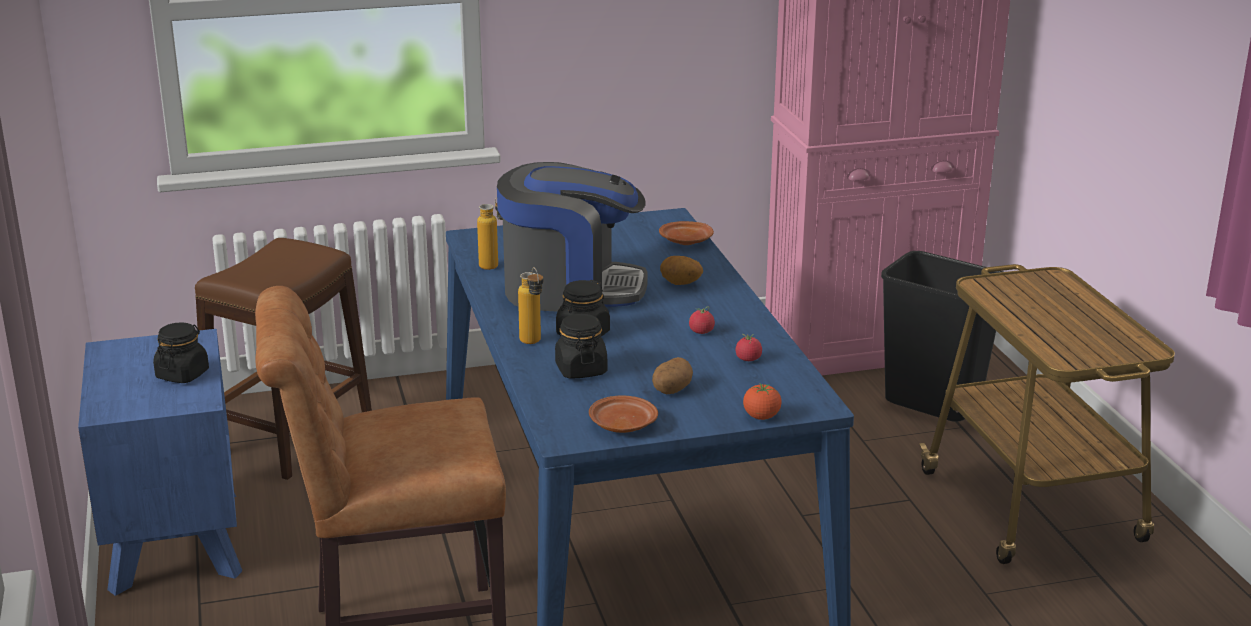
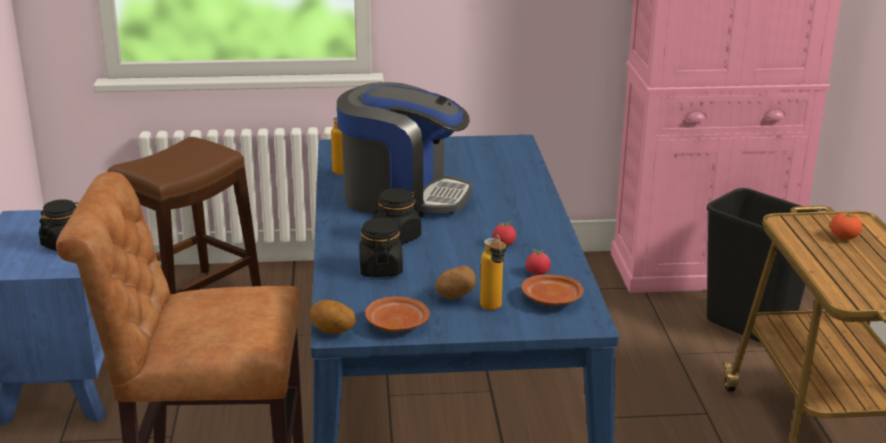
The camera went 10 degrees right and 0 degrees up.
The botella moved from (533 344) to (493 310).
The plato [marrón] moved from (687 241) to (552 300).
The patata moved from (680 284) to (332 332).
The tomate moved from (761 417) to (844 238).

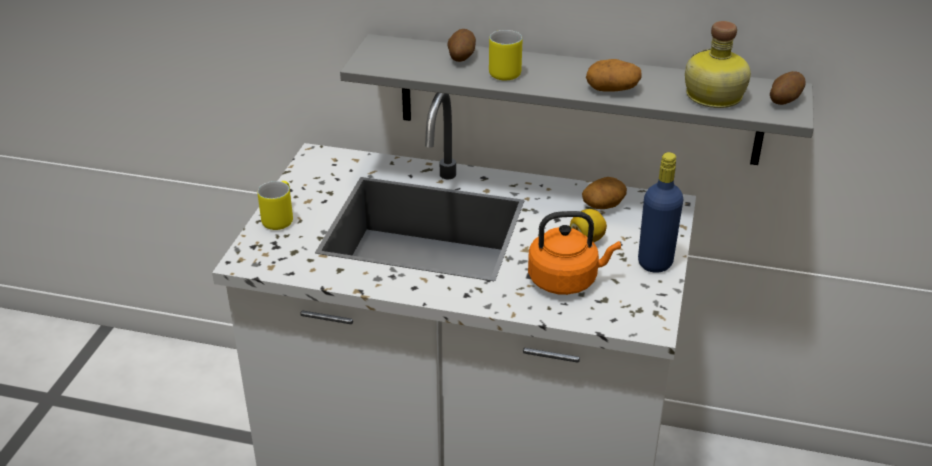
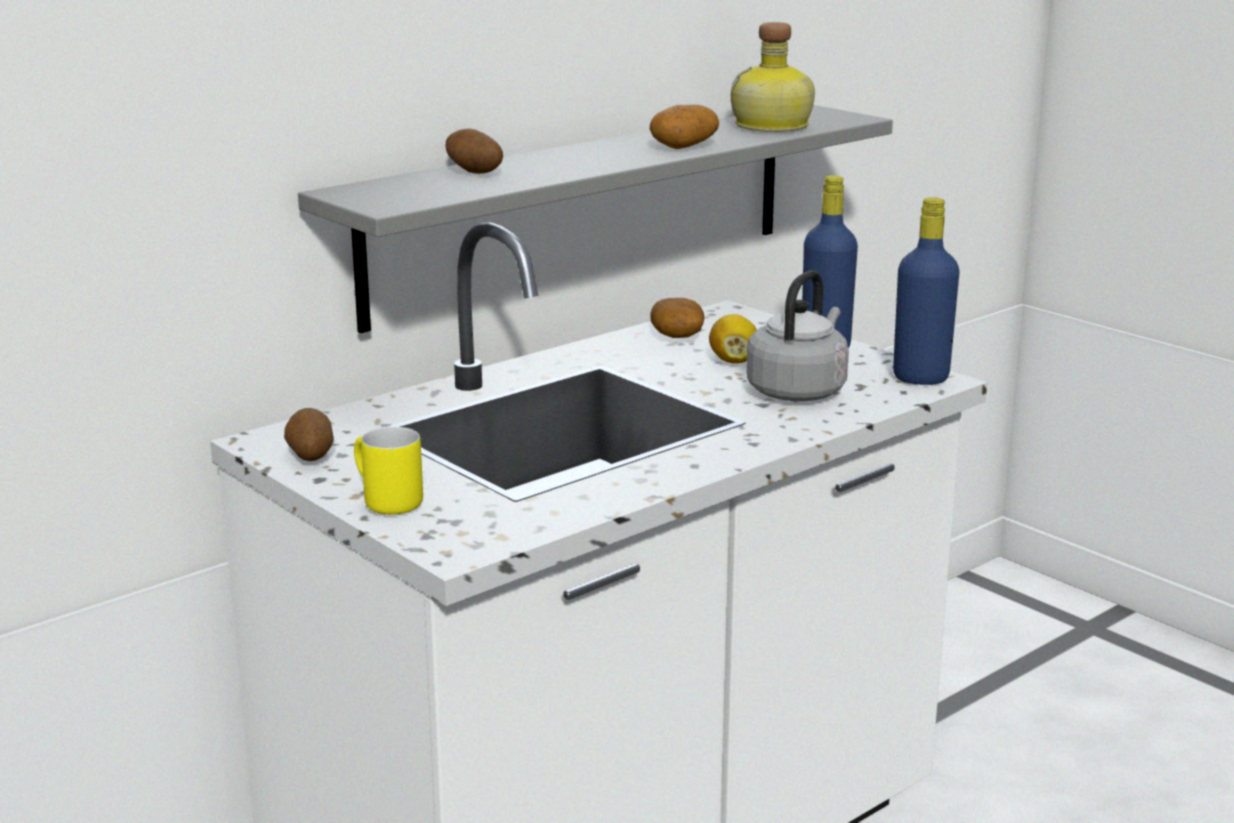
The camera went 55 degrees left and 15 degrees down.
The taza grande [amarillo] at (499 71) disappeared.
The hervidor [naranja] at (566 280) became the hervidor [gris] at (798 391).
The patata moved from (784 101) to (310 456).
The botella [azul] at (920 378) appeared.

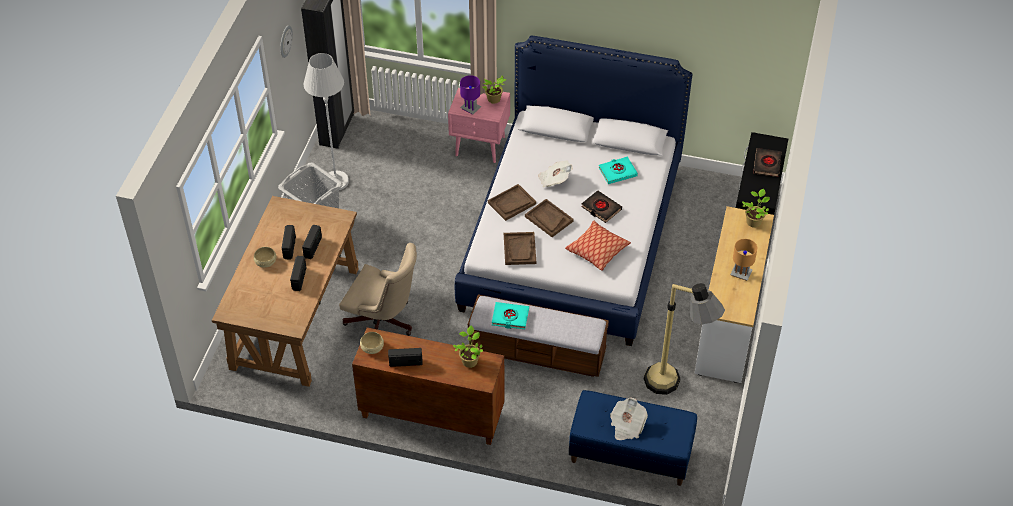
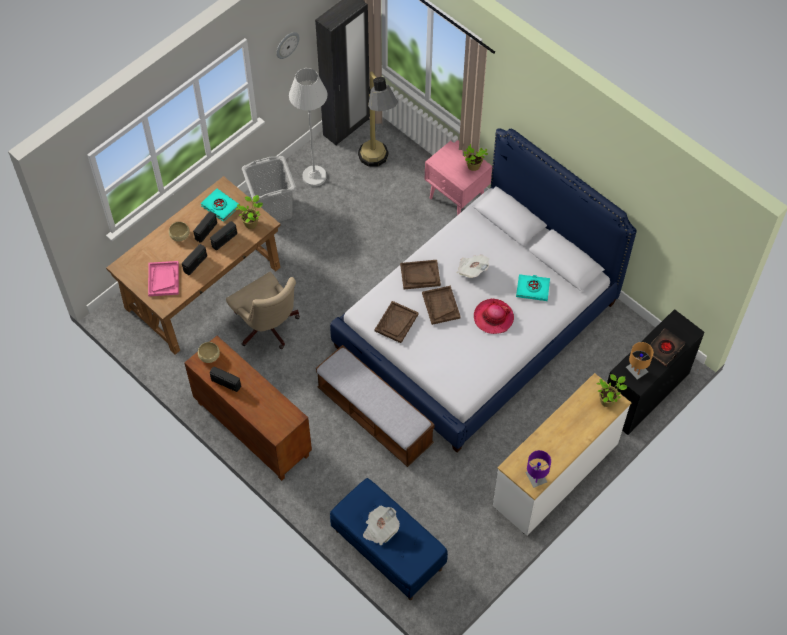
The camera went 30 degrees right and 10 degrees up.
The planta en maceta moved from (469 360) to (251 222).
The lámpara de mesa [morado] moved from (470 108) to (536 478).
The libro [turquesa] moved from (510 317) to (220 206).
The cojín at (597 250) disappeared.
The libro [negro] at (601 208) was replaced by the sombrero at (493 317).
The lámpara de pie moved from (675 389) to (377 165).
The lámpara de mesa [marrón] moved from (741 273) to (636 370).
The bandeja [rosa] at (163 279) appeared.

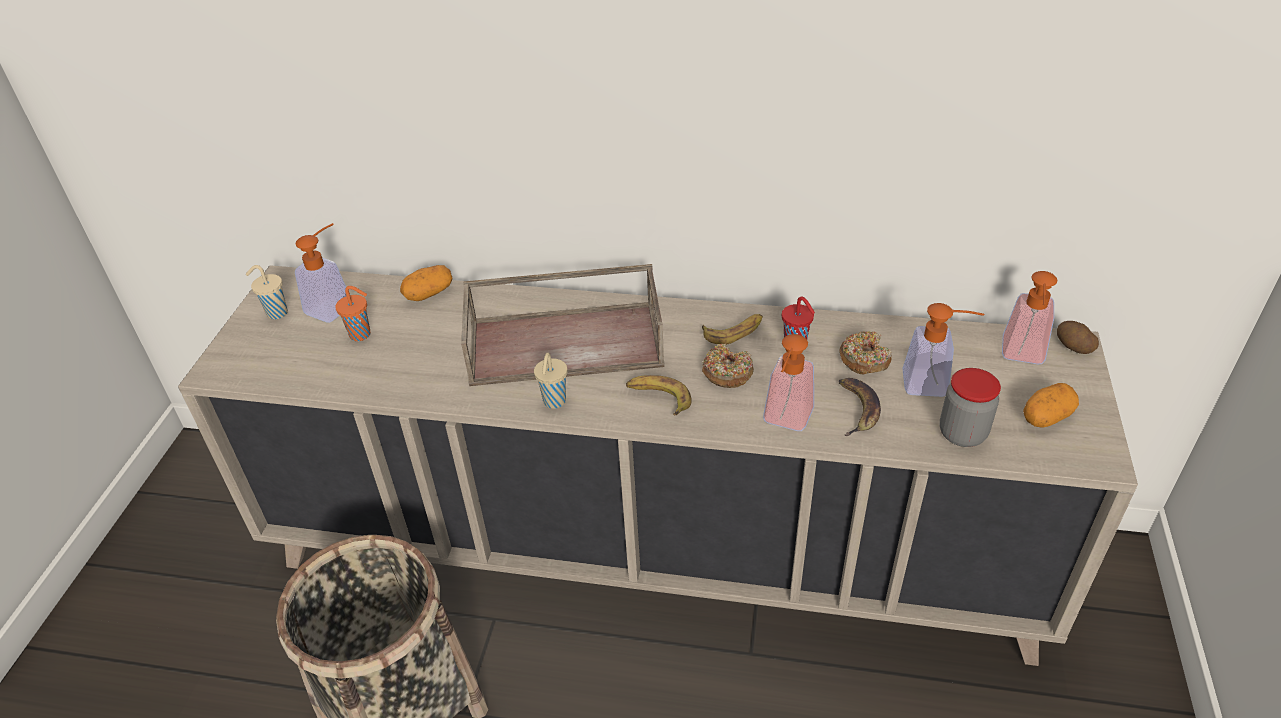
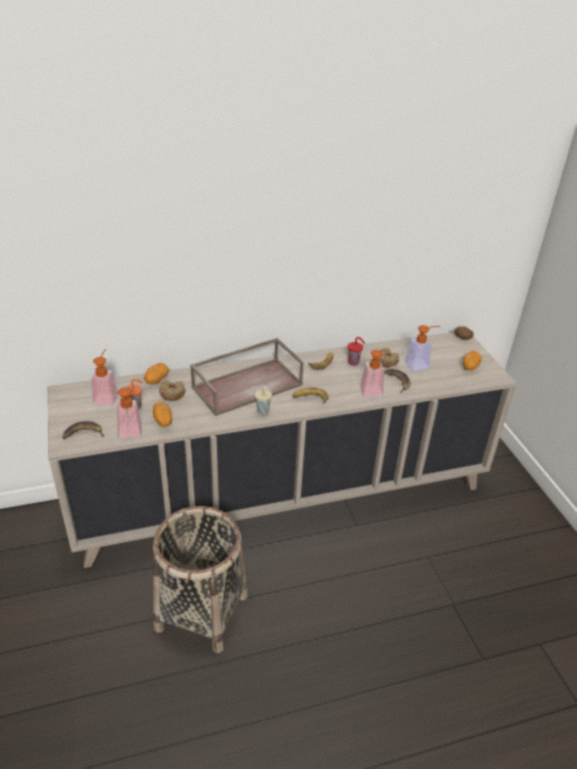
The camera went 30 degrees left and 5 degrees down.
The taza [beis] at (276 313) disappeared.
The rosquilla moved from (727 373) to (172 394).
The tarro at (962 433) disappeared.
The dispensador de jabón moved from (1022 356) to (130 435).
The plátano at (83 434) appeared.
The patata at (163 420) appeared.

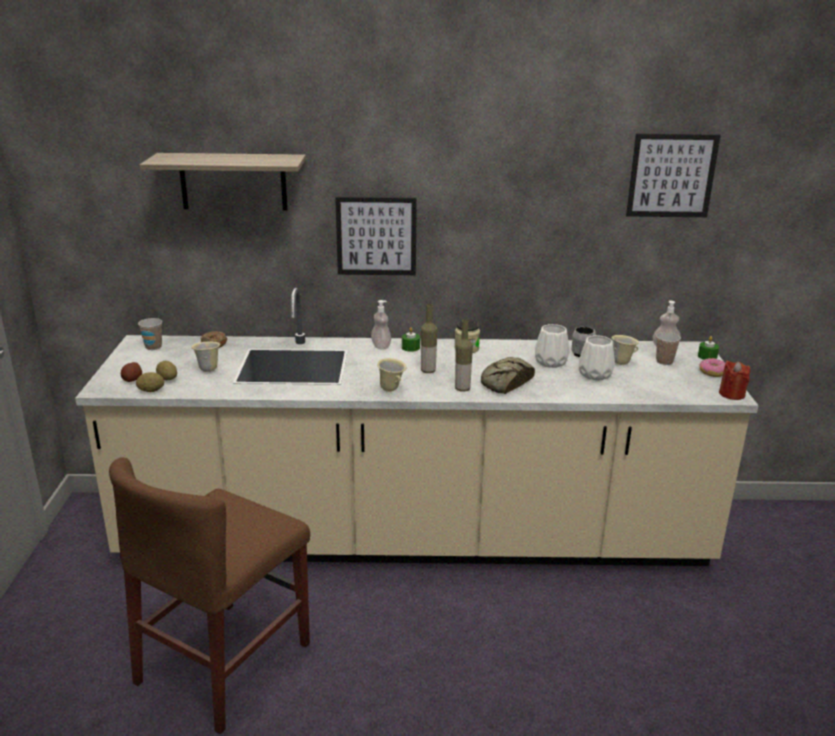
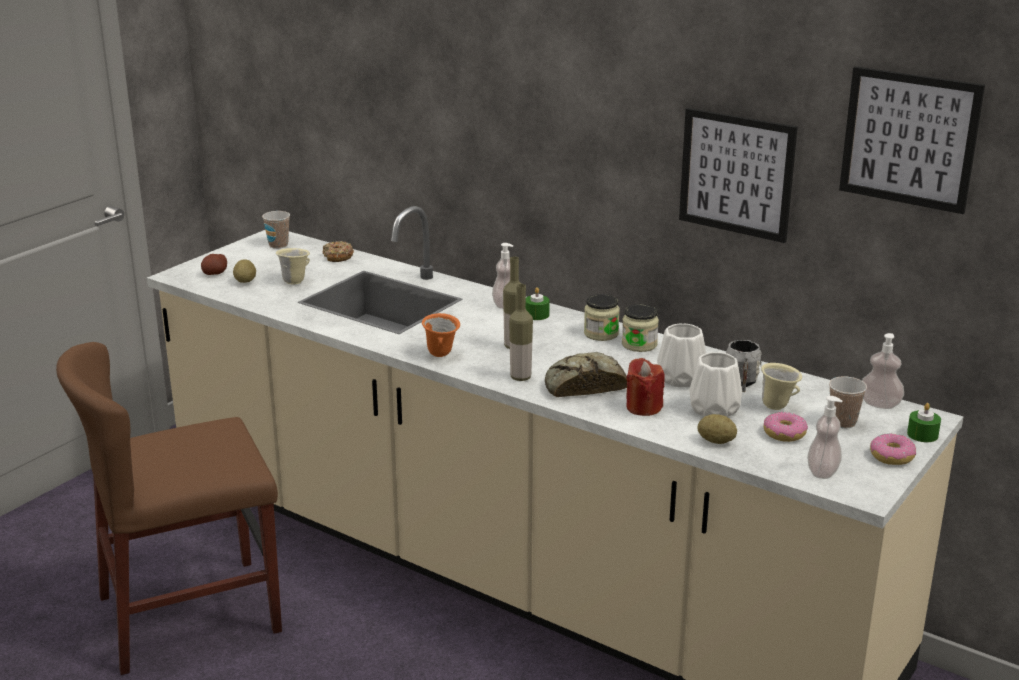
The camera went 35 degrees right and 0 degrees up.
The patata moved from (151 391) to (716 441).
The estante at (233 181) disappeared.
The cuadro moved from (376 236) to (736 174).
The taza grande [beis] at (391 389) became the taza grande [naranja] at (442 355).
The vela [rojo] moved from (731 394) to (643 407).
The tarro at (639 344) appeared.
The rosquilla at (784 434) appeared.
The dispensador de jabón at (822 472) appeared.

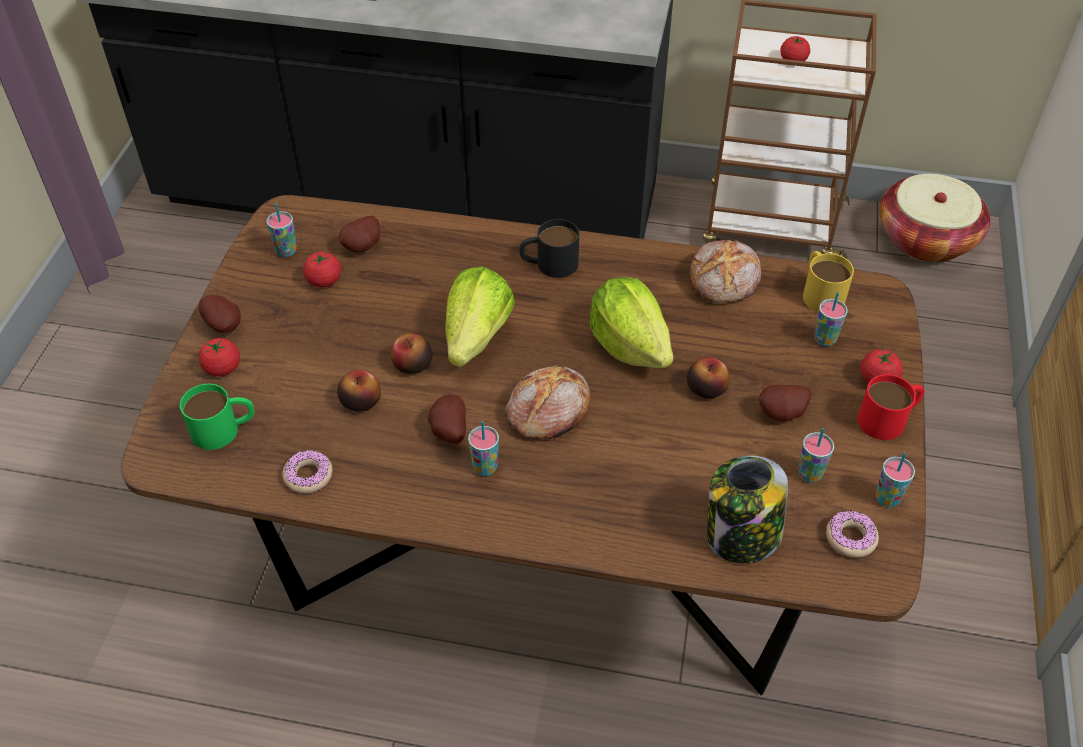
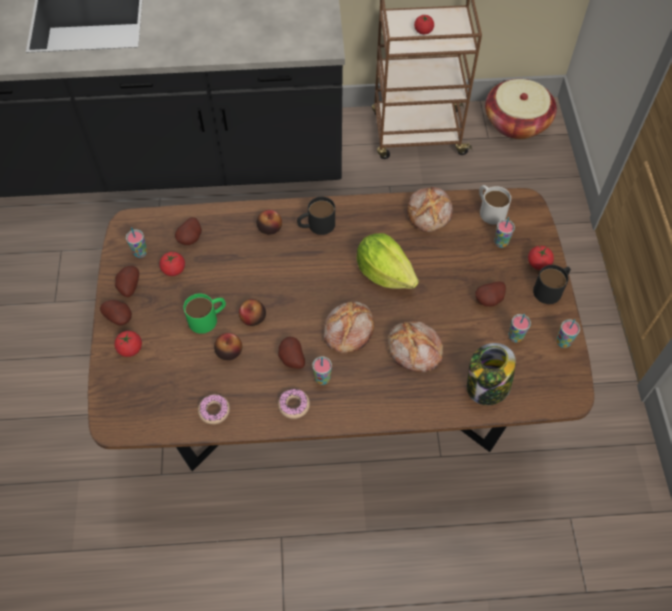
The camera went 15 degrees left and 10 degrees up.
The taza grande [verde] moved from (224 429) to (208 318).
The lechuga at (476 337) disappeared.
The manzana moved from (706 388) to (269 228).
The taza grande [amarillo] at (820 292) became the taza grande [blanco] at (489 209).
The rosquilla moved from (850 538) to (294 405).
The taza grande [rojo] at (889 418) became the taza grande [negro] at (551 288).
The patata at (128 287) appeared.
The pan at (414 351) appeared.

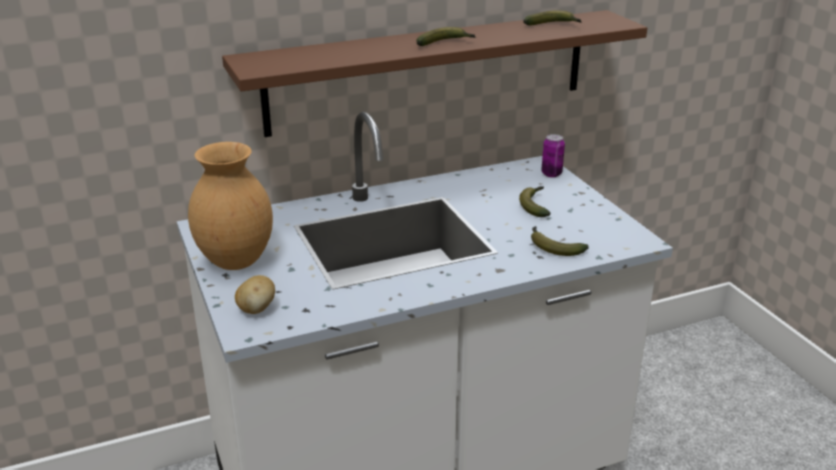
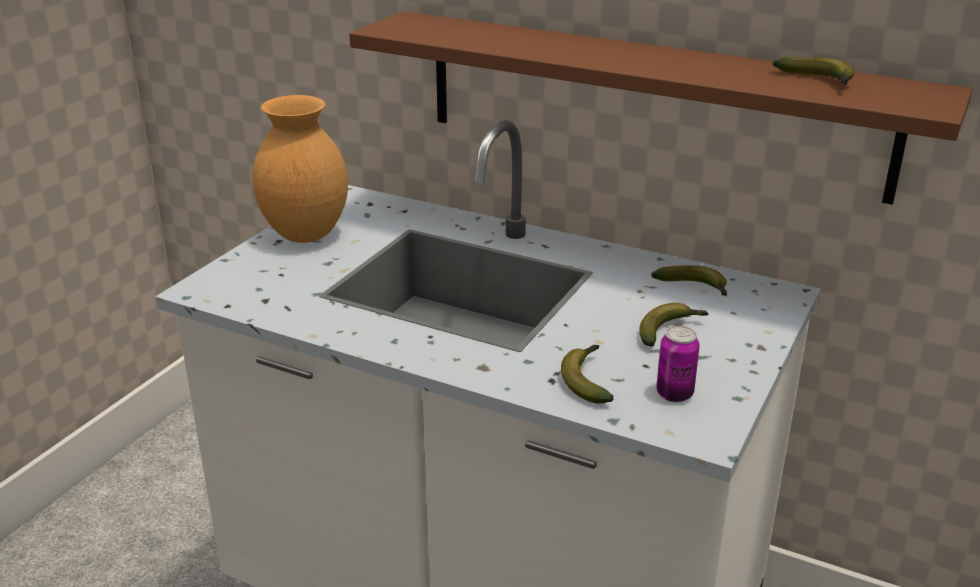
The camera went 50 degrees right and 0 degrees up.
The patata at (257 309) disappeared.
The plátano moved from (446 44) to (695 289).
The lata moved from (551 174) to (674 394).

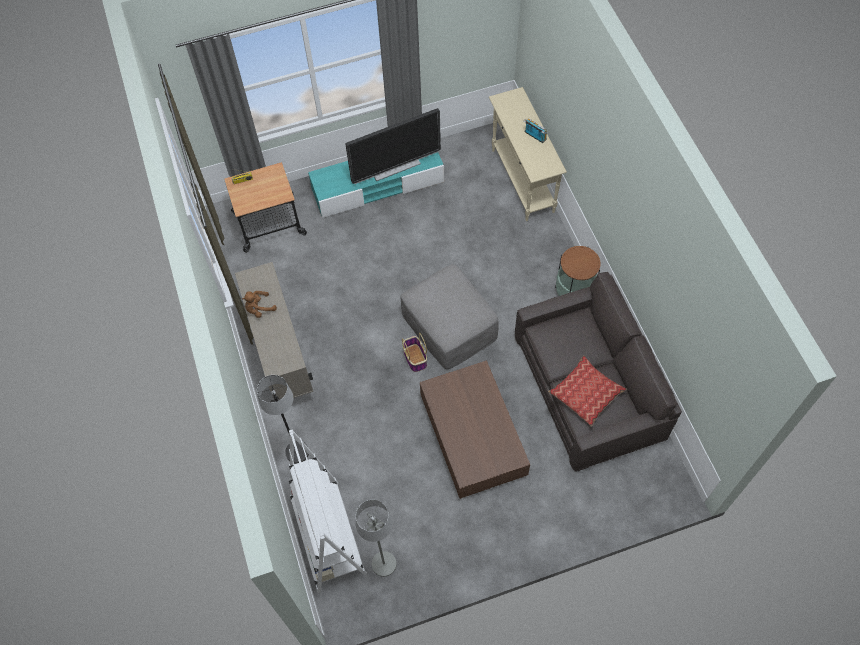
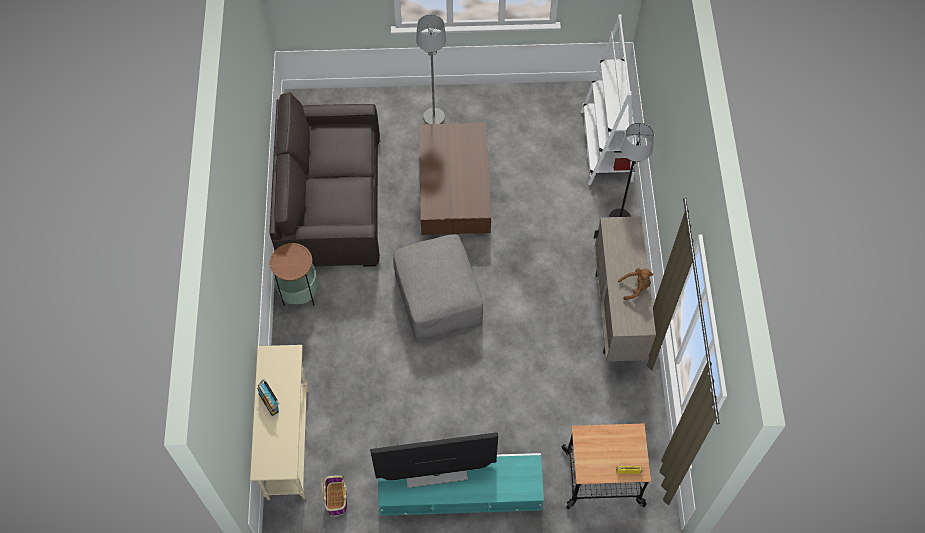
The camera went 165 degrees left and 0 degrees up.
The lámpara de pie [gris] moved from (383 564) to (434 117).
The cesta moved from (414 358) to (337 499).
The cojín at (586 394) disappeared.

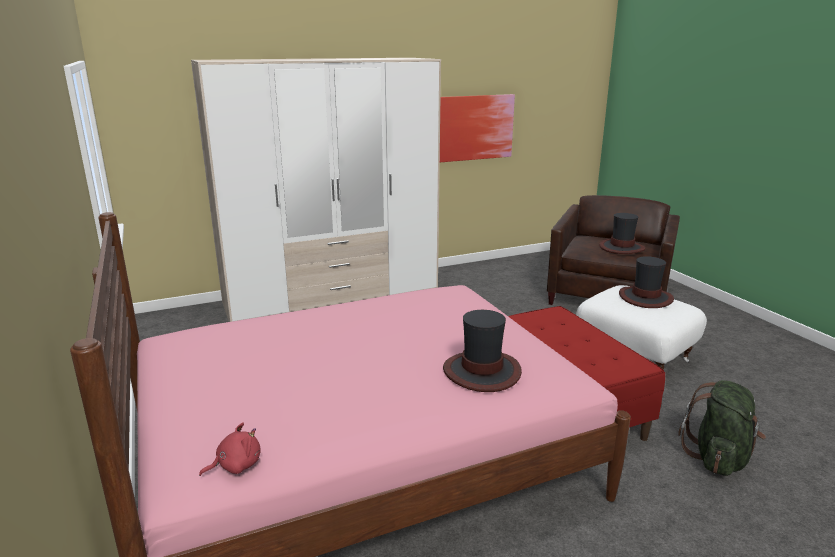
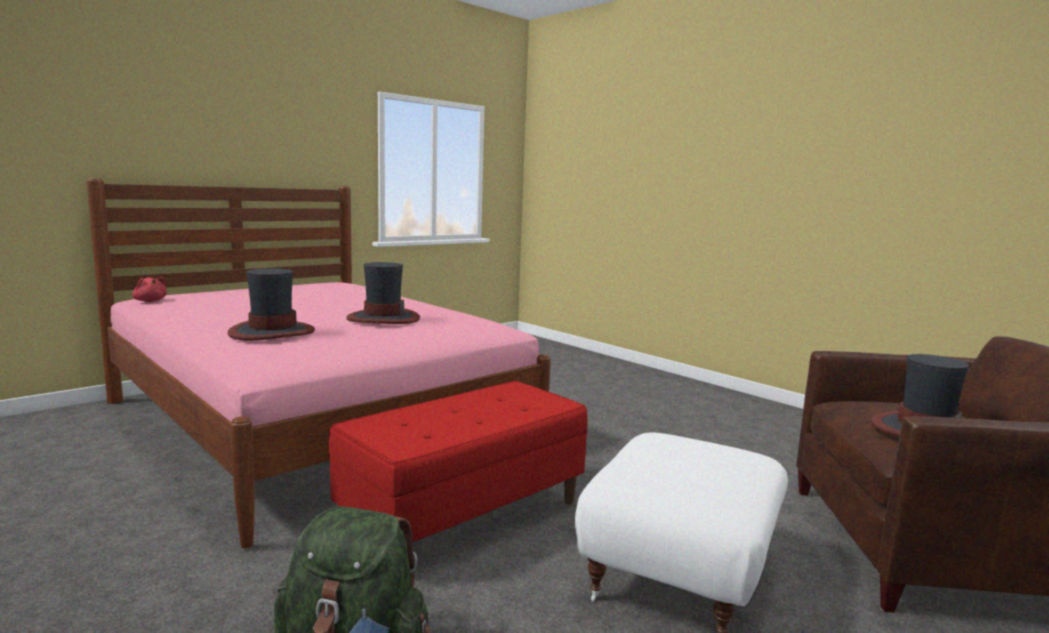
The camera went 70 degrees right and 10 degrees down.
The armario ropero at (332 298) disappeared.
The cuadro at (471 128) disappeared.
The sombrero moved from (645 298) to (383 318).

